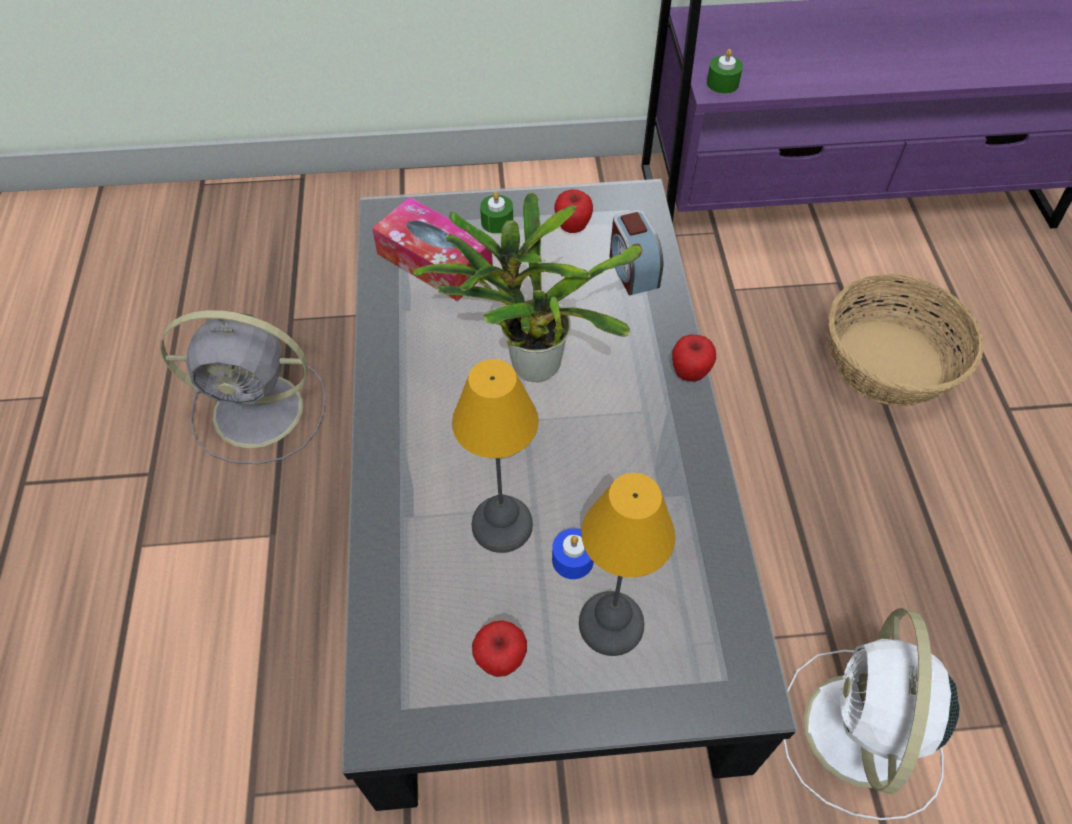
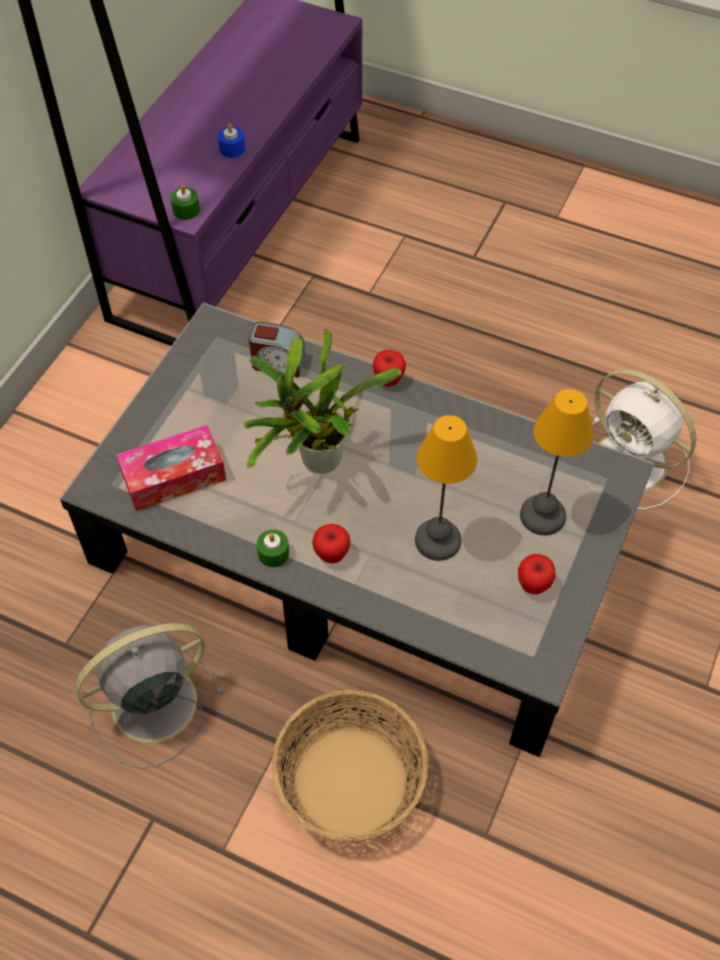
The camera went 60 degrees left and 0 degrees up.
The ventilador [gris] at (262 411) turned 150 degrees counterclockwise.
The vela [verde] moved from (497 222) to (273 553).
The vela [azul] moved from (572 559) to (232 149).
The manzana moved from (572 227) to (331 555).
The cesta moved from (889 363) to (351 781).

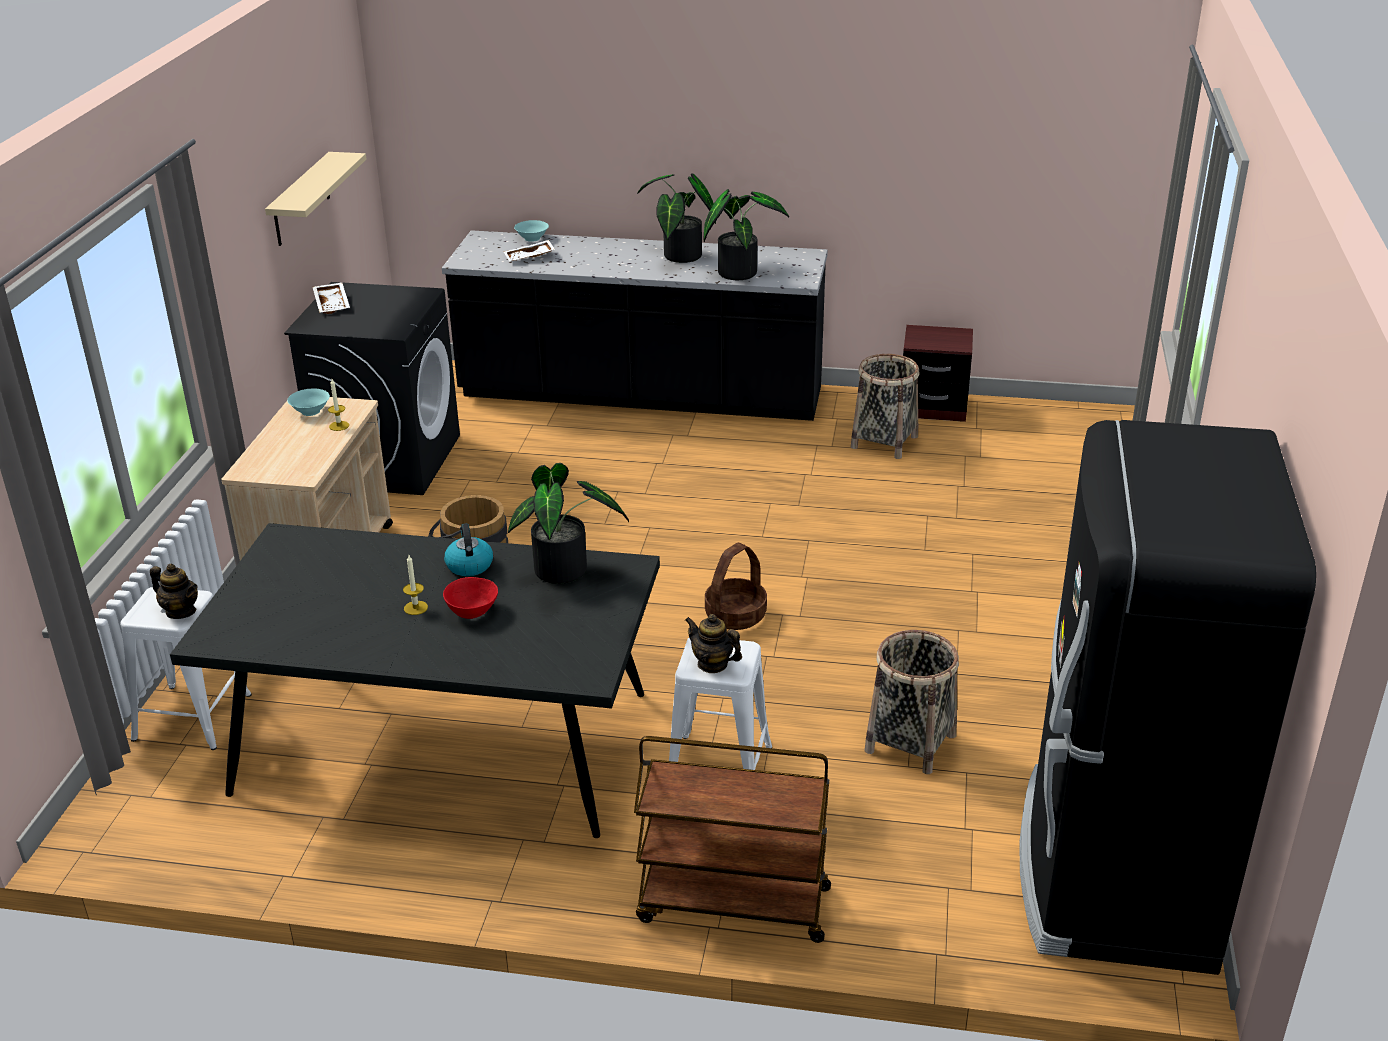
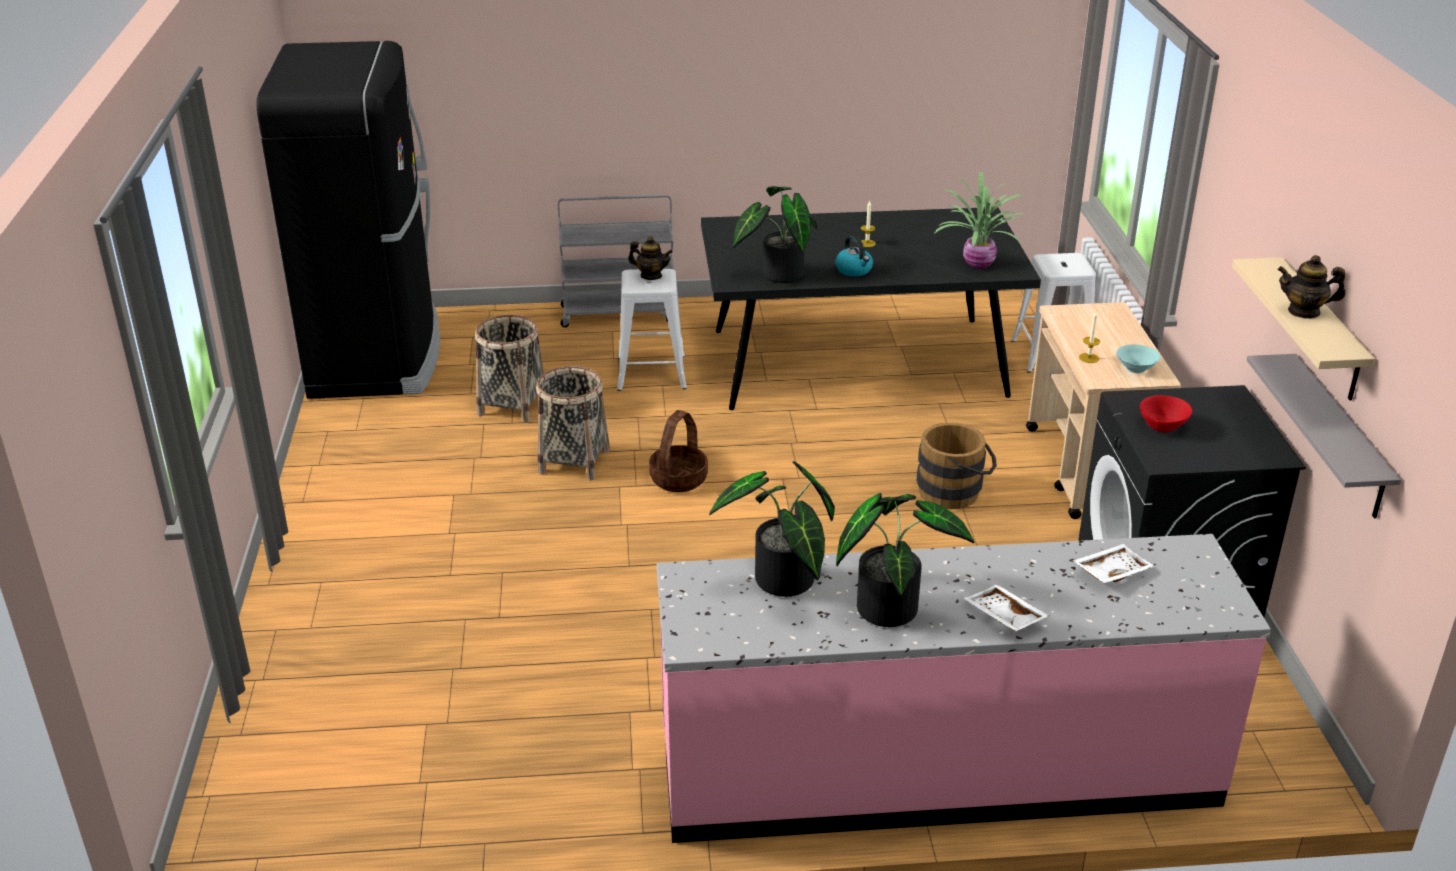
The camera went 165 degrees right and 0 degrees up.
The tetera moved from (181 611) to (1304 311).
The bandeja [blanco] moved from (333 304) to (1003 617).
The mueble bajo de cocina [negro] at (641 395) became the mueble bajo de cocina [rosa] at (936 771).
The cuenco [rojo] moved from (472 611) to (1162 426).
The cuenco [turquesa] at (532 238) disappeared.
The carrito [marrón] at (732 905) became the carrito [gris] at (619 314).
The cesta moved from (884 442) to (574 461).
The mesita de noche [marrón] at (933 407) disappeared.
The planta en maceta at (978 263) appeared.
The estante [gris] at (1339 437) appeared.

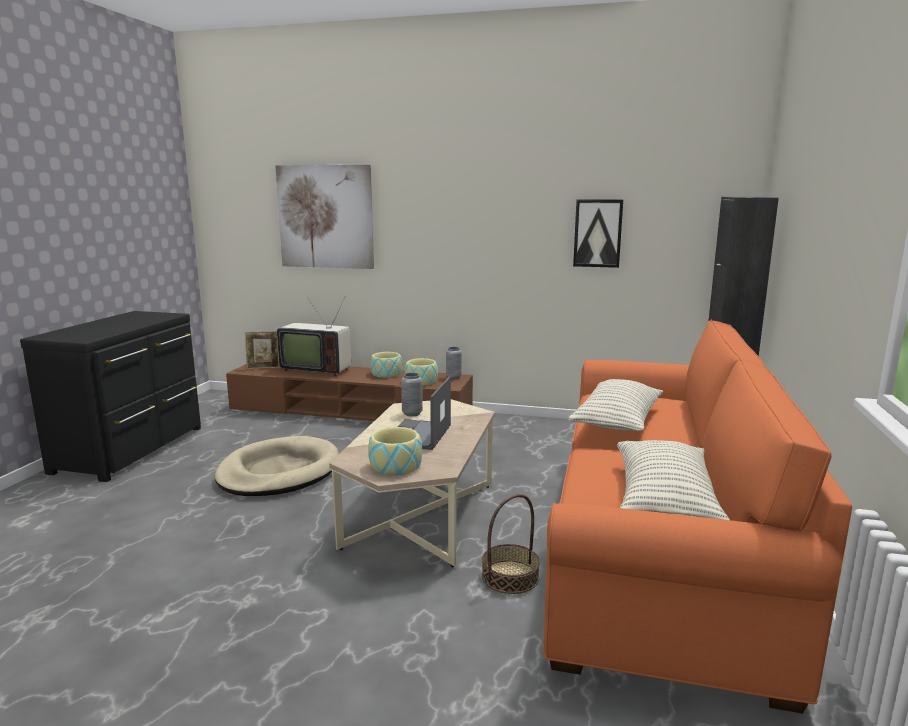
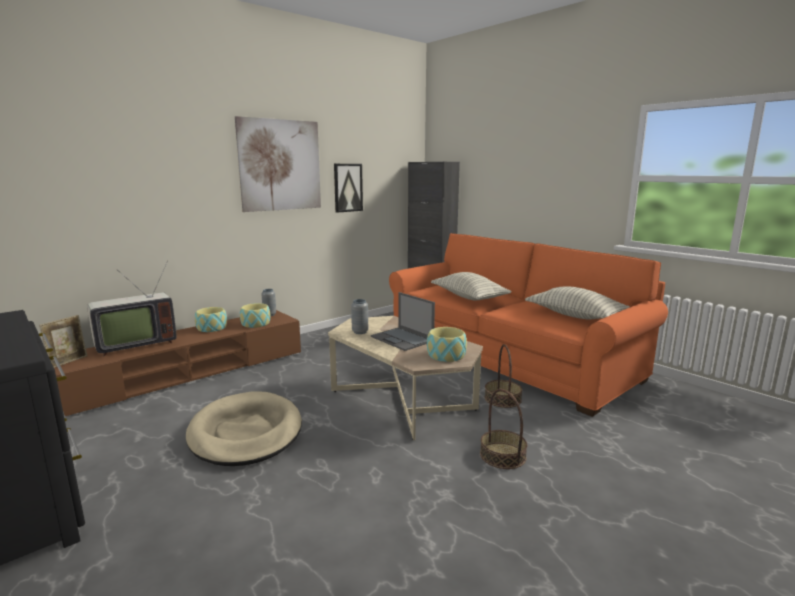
The camera went 55 degrees left and 0 degrees up.
The cuadro moved from (325 217) to (280 165).
The cesta at (503 455) appeared.

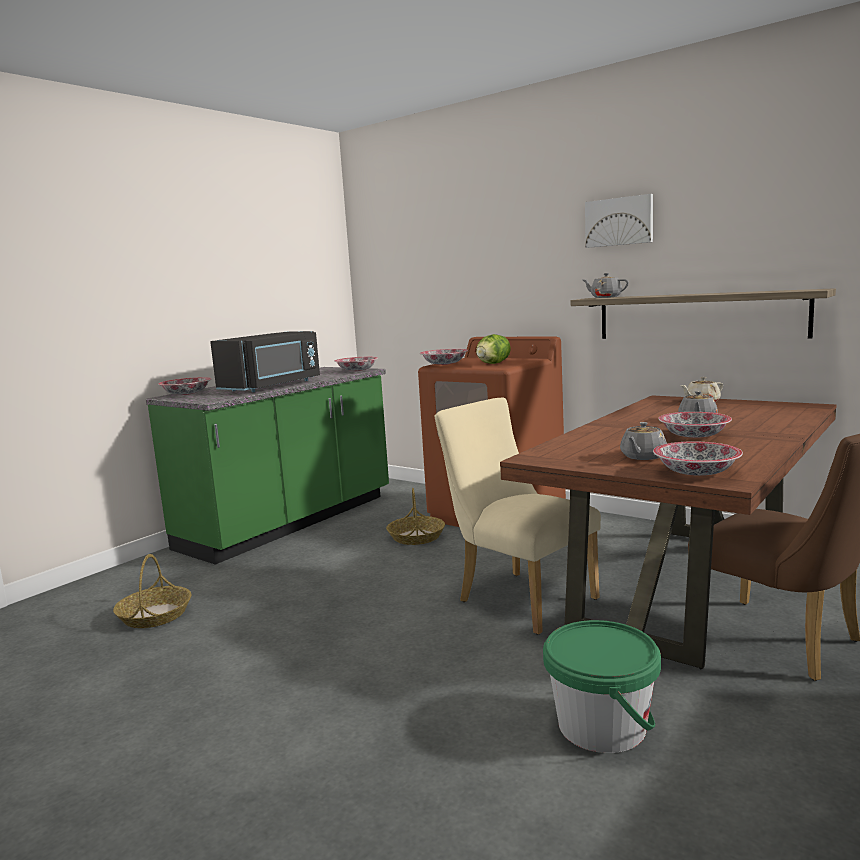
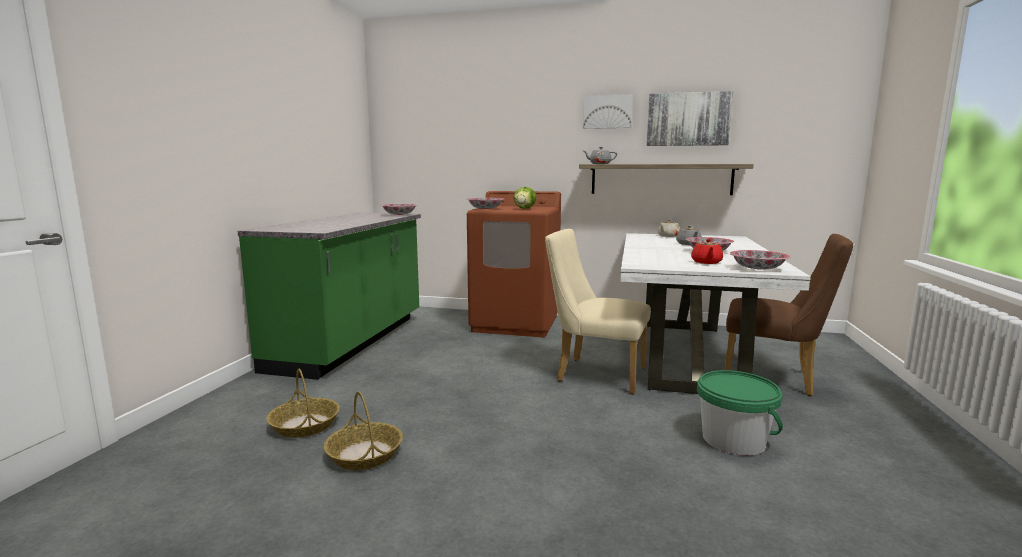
The camera went 25 degrees left and 0 degrees up.
The cuenco at (186 394) disappeared.
The microondas [negro] at (273 386) disappeared.
The cesta moved from (416 537) to (364 454).
The mesa de comedor [marrón] at (684 587) became the mesa de comedor [blanco] at (686 355).
The tetera [gris] at (642 457) became the tetera [rojo] at (706 262).
The cuadro at (688 119) appeared.

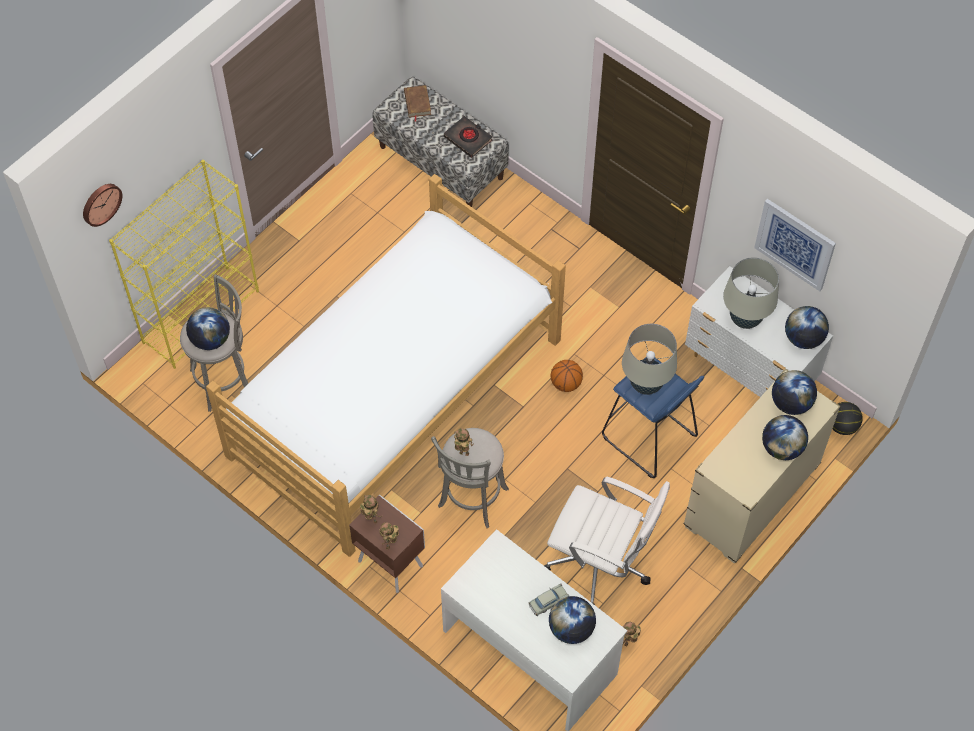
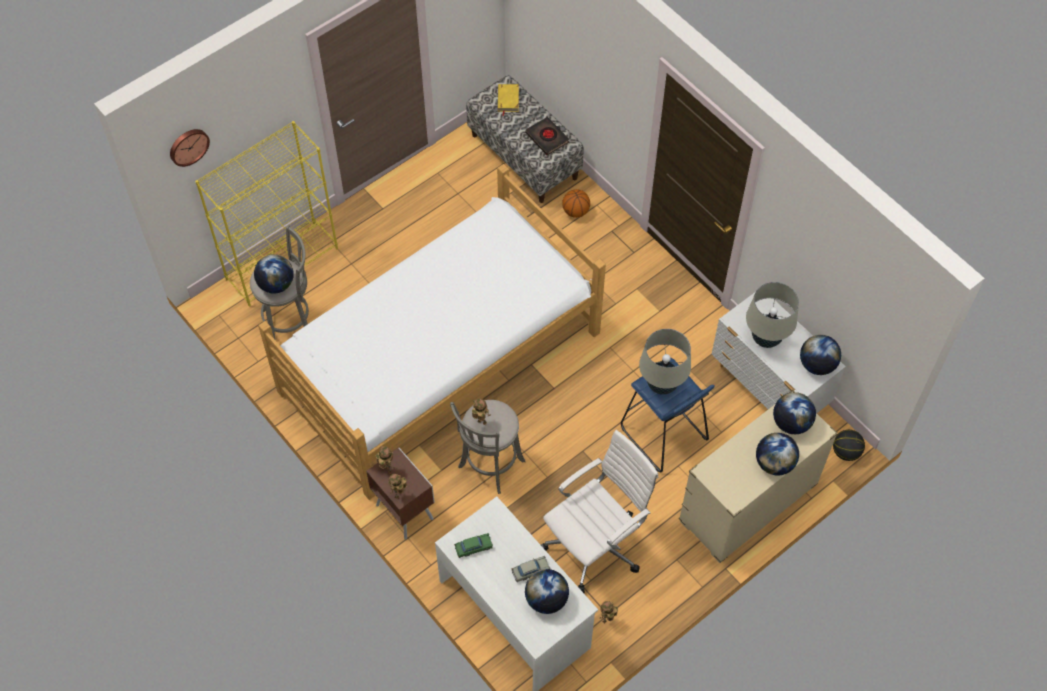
The camera went 10 degrees right and 0 degrees up.
The libro [marrón] at (417 103) became the libro [amarillo] at (508 100).
The silla de oficina [blanco] at (600 564) turned 75 degrees counterclockwise.
The balón de baloncesto moved from (566 384) to (576 211).
The cuadro at (795 244) disappeared.
The coche de juguete [verde] at (473 547) appeared.

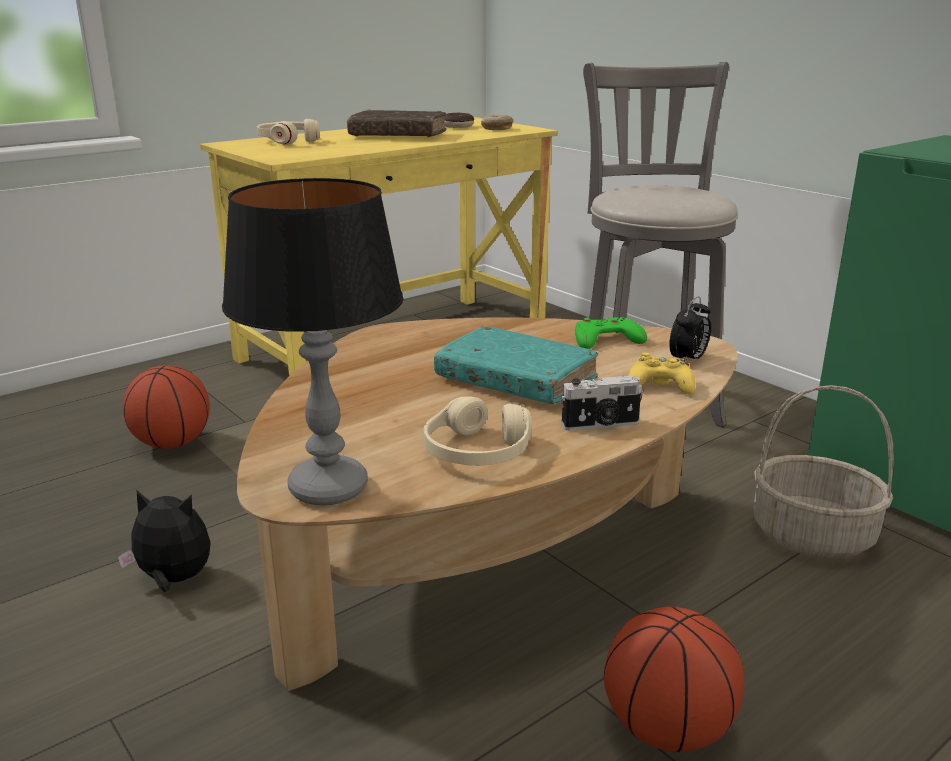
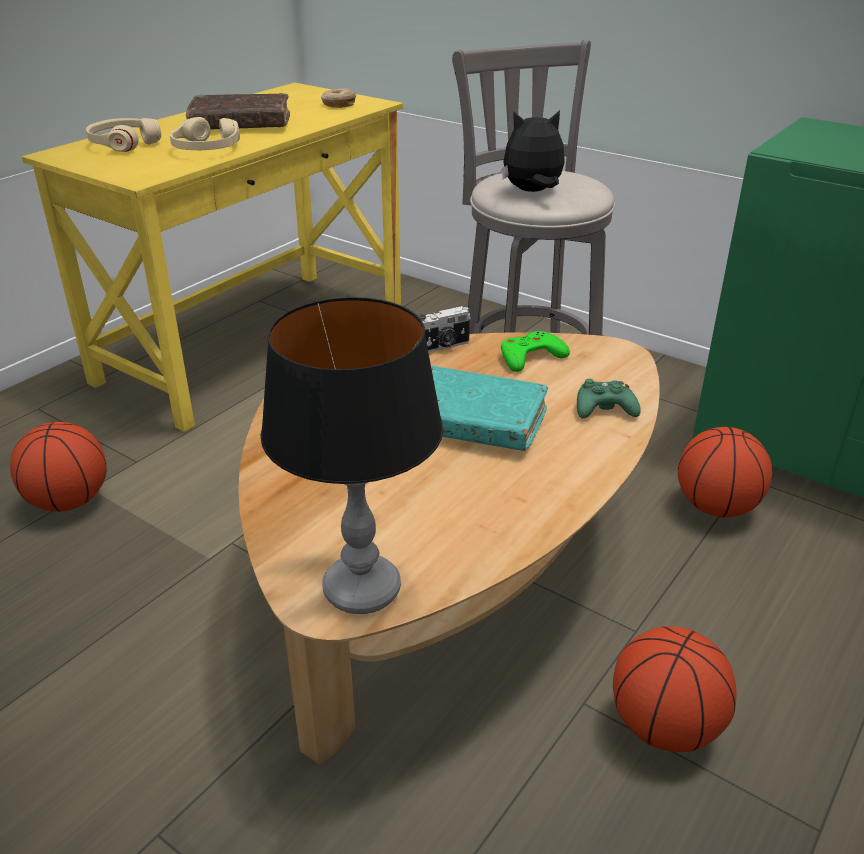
The camera went 15 degrees left and 10 degrees up.
The peluche moved from (173 580) to (532 192).
The auriculares [beis] moved from (477 451) to (206 149).
The rosquilla at (457 126) disappeared.
The cámara moved from (601 425) to (442 347).
The mando de consola [amarillo] at (660 385) became the mando de consola [verde] at (604 408).
The despertador at (688 360) disappeared.
The cesta at (811 536) was replaced by the balón de baloncesto at (716 507).

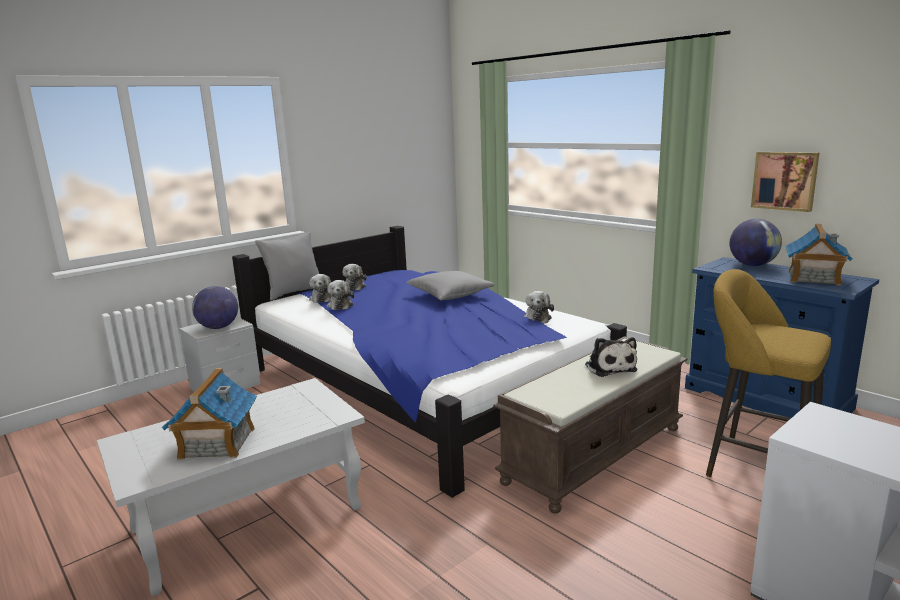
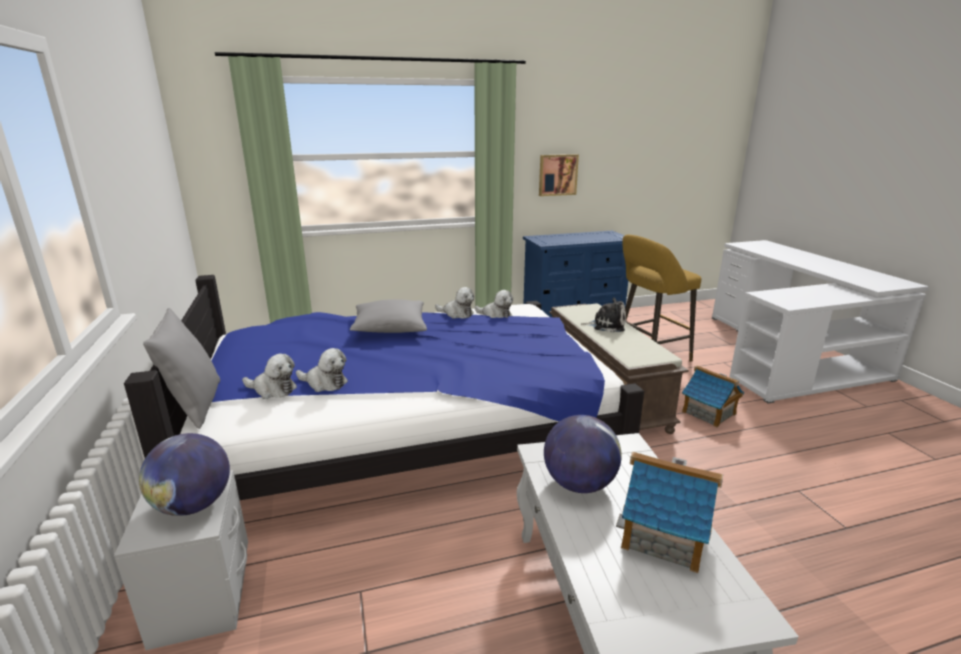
The camera went 65 degrees left and 5 degrees up.
The peluche moved from (354 287) to (457 314).
The globo terráqueo moved from (752 265) to (579 484).
The casita moved from (813 278) to (709 413).

